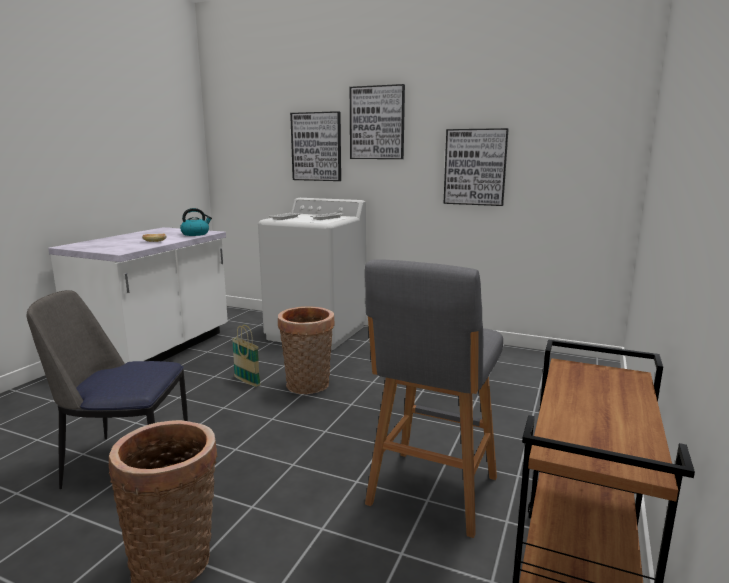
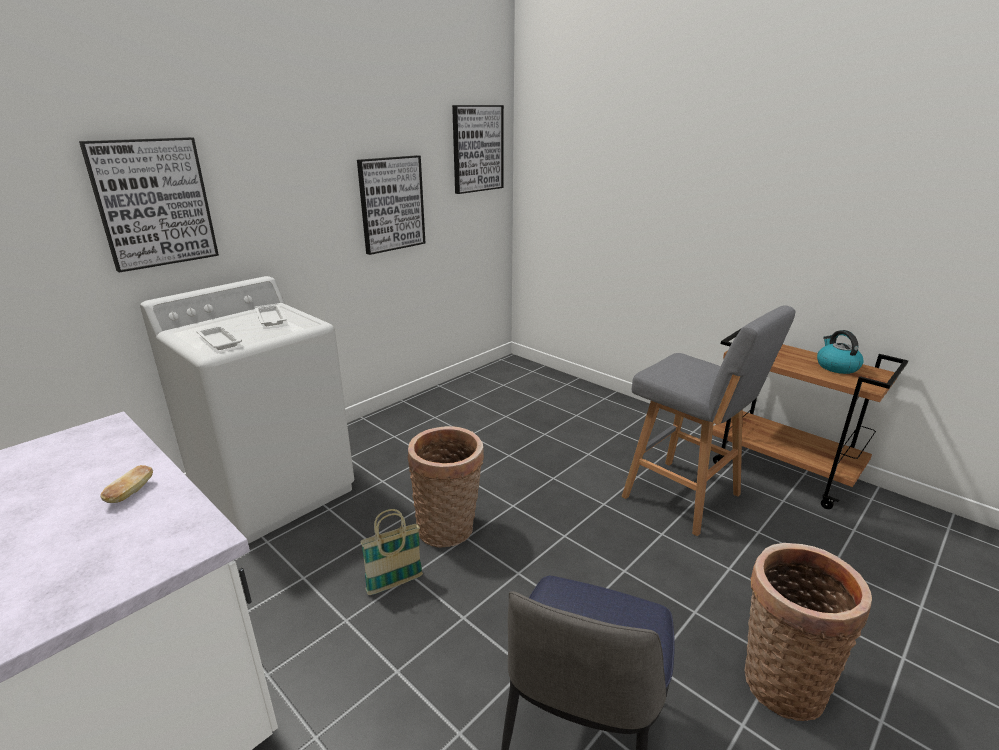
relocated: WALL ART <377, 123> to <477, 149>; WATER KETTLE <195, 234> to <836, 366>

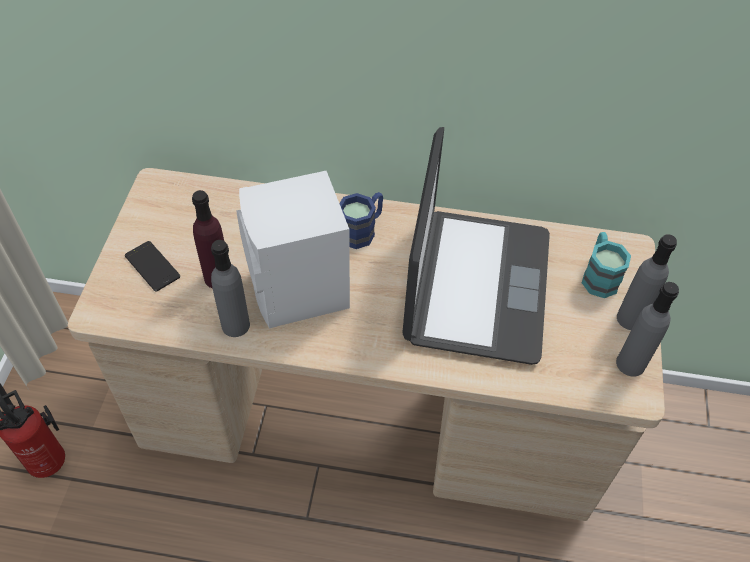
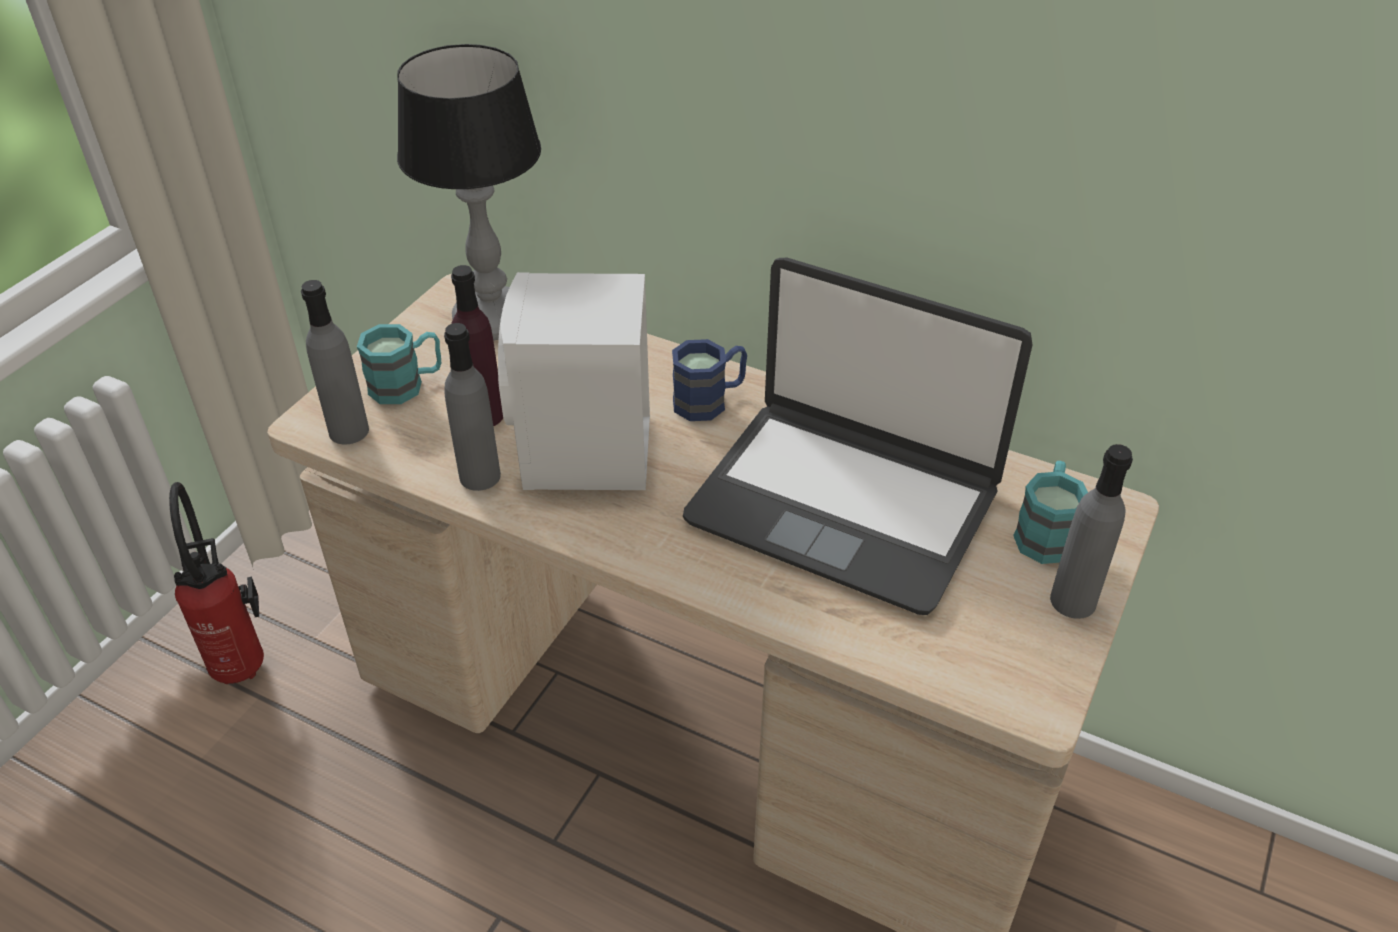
appeared: LAMP FOR A TABLE <491, 321>
relocated: GREY BEVERAGE BOTTLE <630, 364> to <349, 431>
exchanged: PHONE <152, 266> to TURQUOISE TEA MUG <407, 385>
spun: LAPTOP <475, 286> = <844, 504> 90 degrees clockwise

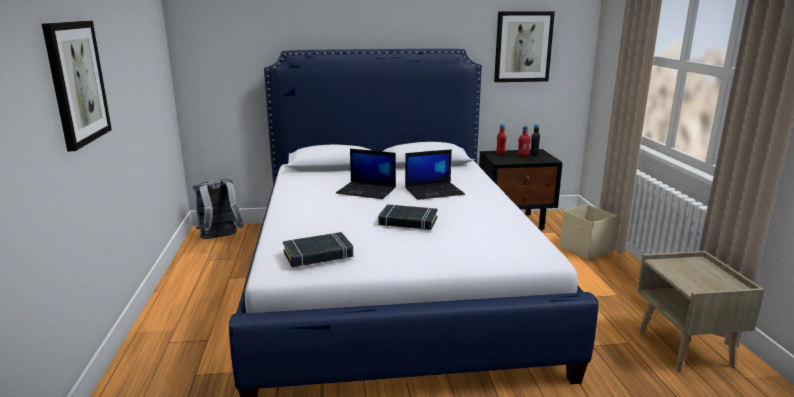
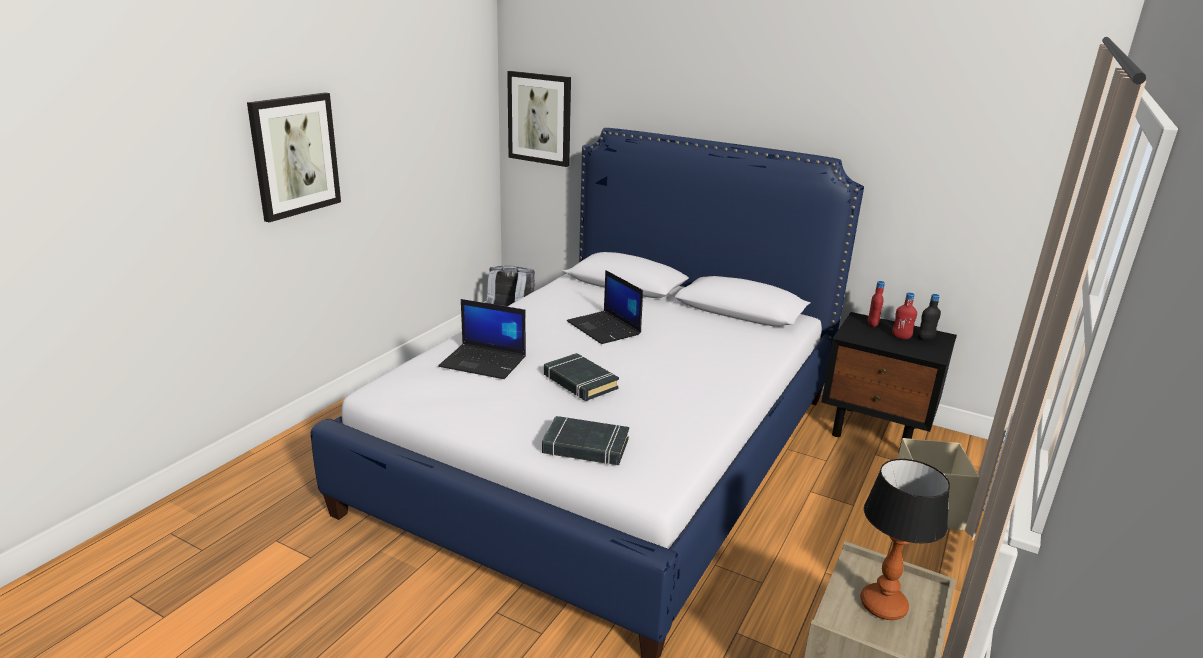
appeared: LAMP FOR A TABLE <883, 605>
relocated: WALL ART <523, 47> to <540, 118>; LAPTOP <434, 191> to <484, 362>; BLACK VOLUME <318, 255> to <585, 447>

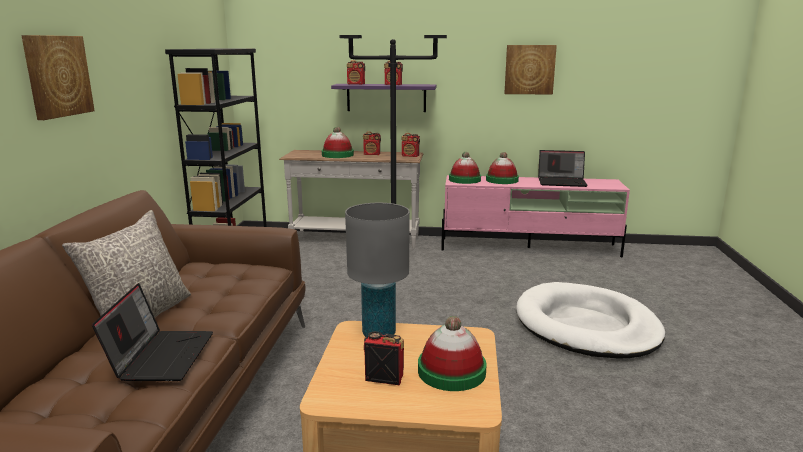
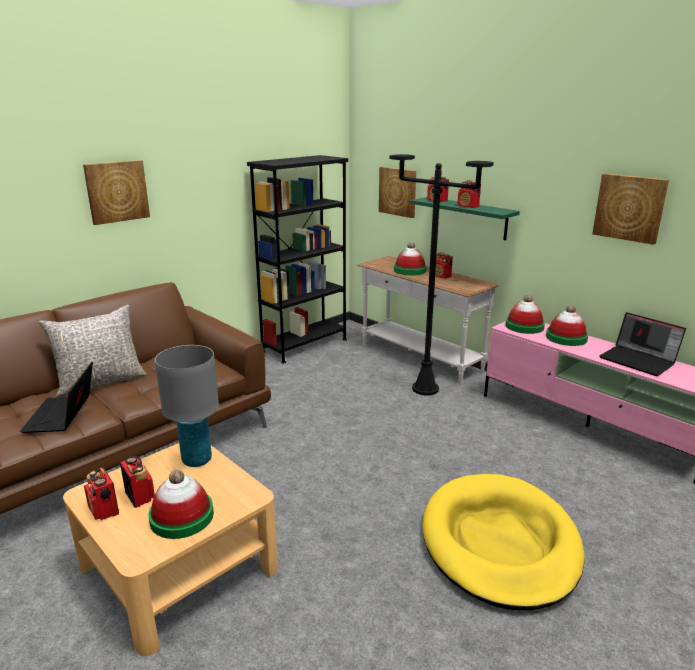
appeared: WALL ART <398, 191>
relocated: RADIO <410, 156> to <104, 511>
colour: PURPLISH SHELF <386, 97> to GREENISH SHELF <469, 218>; WHITISH PET BED <586, 326> to YELLOW PET BED <499, 543>
spun: LAPTOP <161, 355> = <62, 415> 135 degrees clockwise

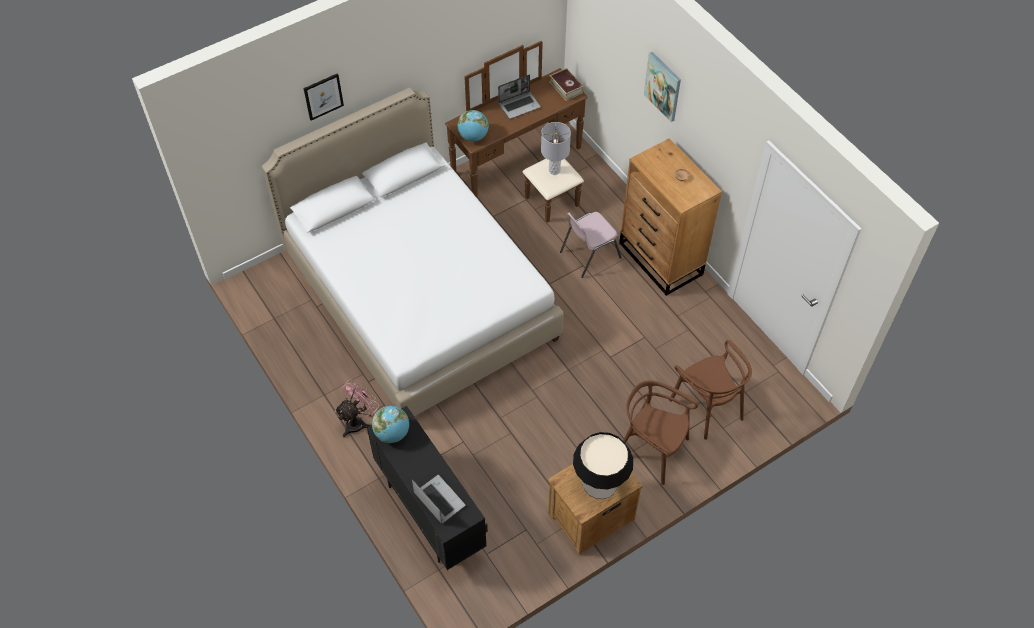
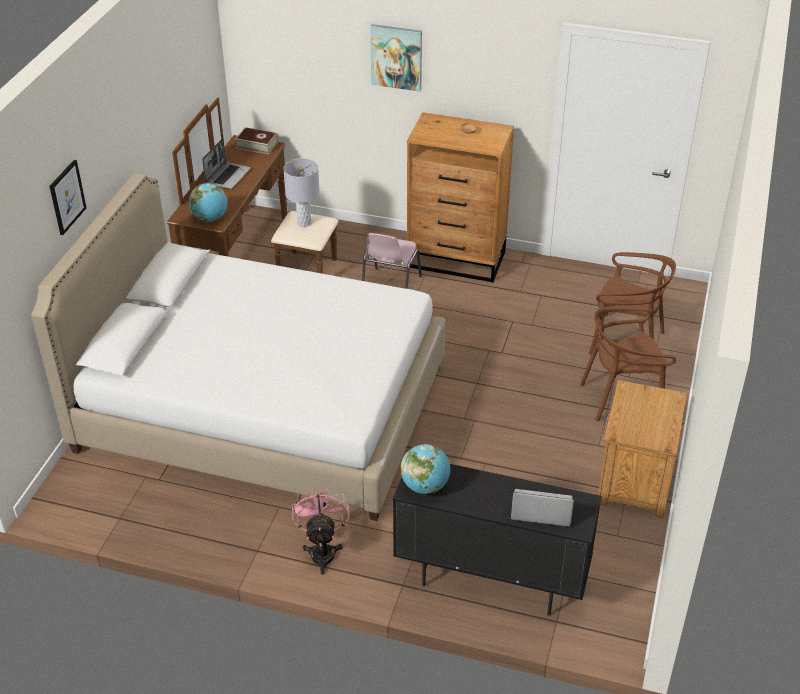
missing: LAMP FOR A TABLE <600, 482>

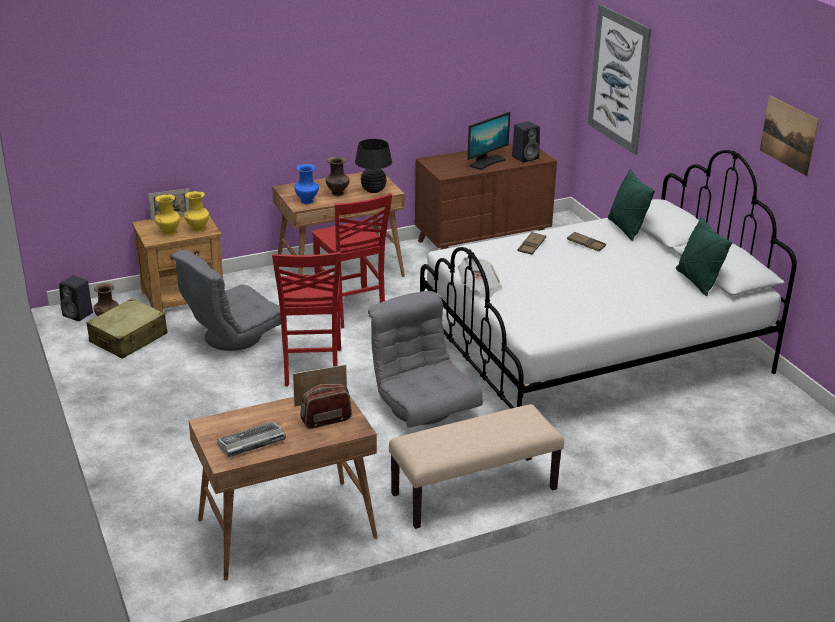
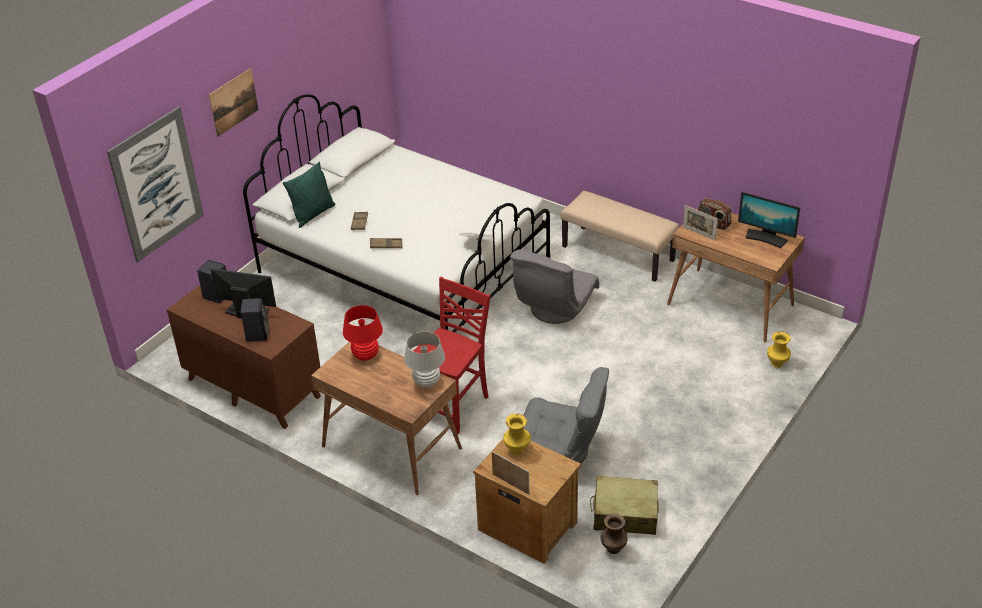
missing: BROWNISH FLOWER VASE <338, 194>; GREENISH PILLOW <697, 282>; RED UPRIGHT CHAIR <311, 368>
relocated: WALL ART <788, 135> to <233, 102>; YELLOW FLOWER VASE <168, 233> to <777, 363>; BLACK SPEAKER <79, 314> to <257, 333>
exchanged: BLUE FLOWER VASE <307, 201> to WHITISH LAMP FOR A TABLE <426, 382>; COMPUTER KEYBOARD <251, 443> to MONITOR <766, 238>
colour: BLACK LAMP FOR A TABLE <373, 190> to RED LAMP FOR A TABLE <365, 355>

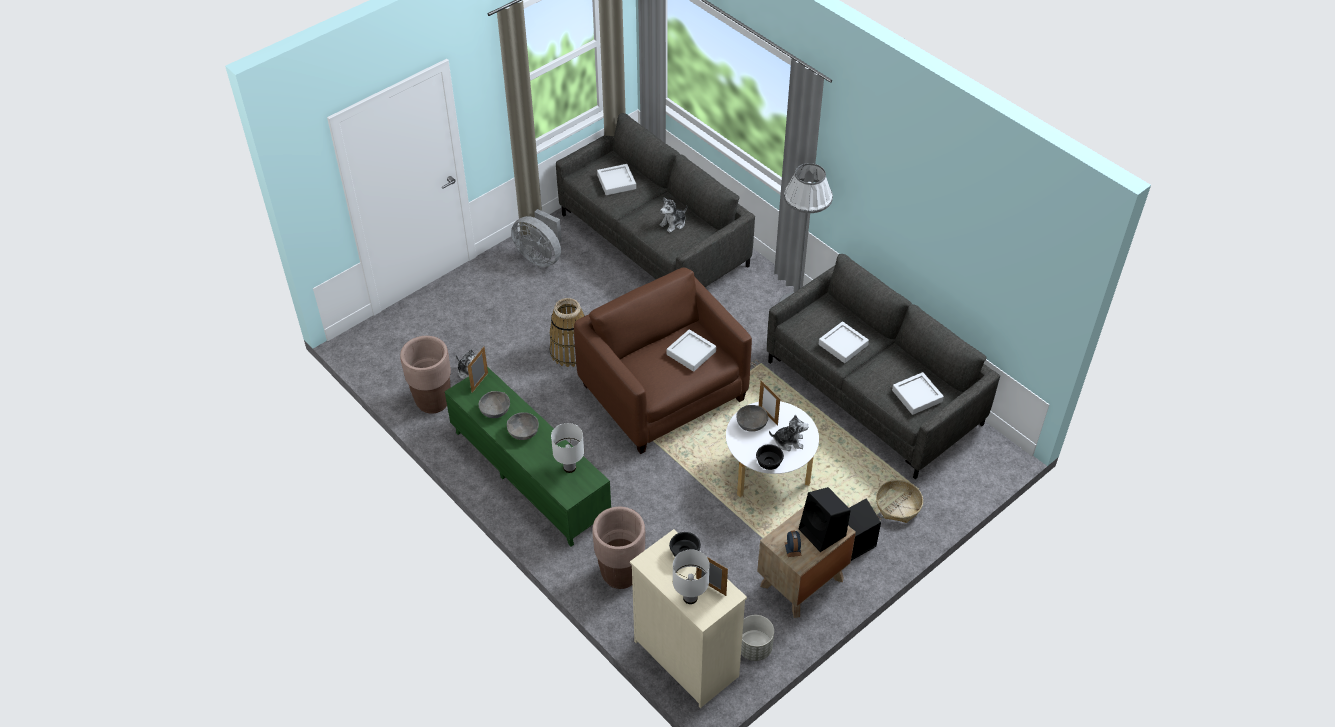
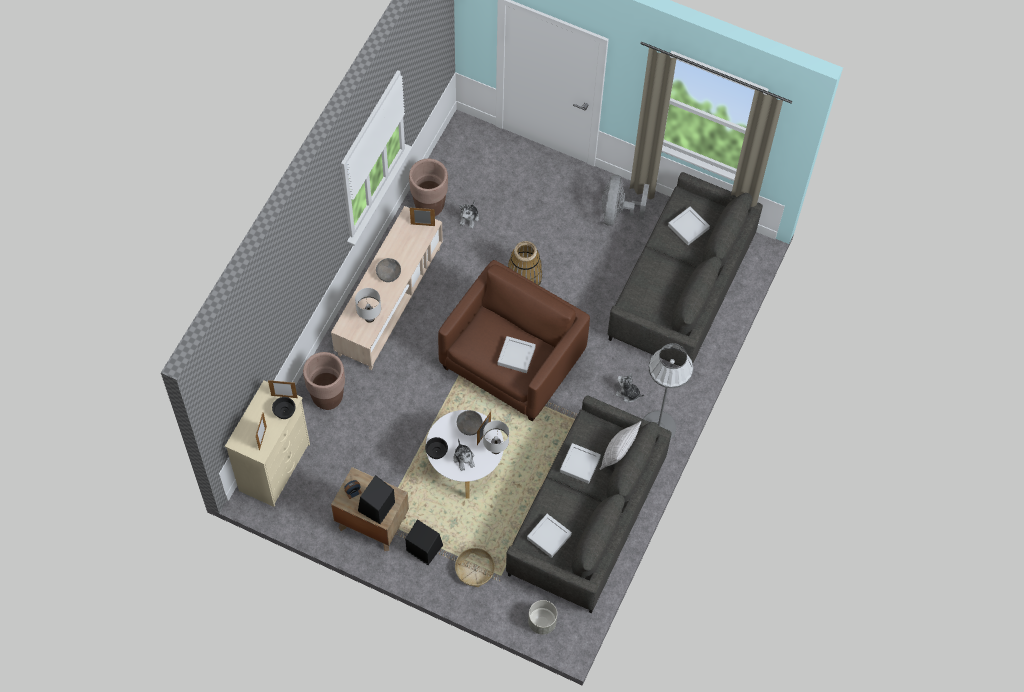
missing: GREY BOWL <495, 411>
appeared: PHOTO FRAME <284, 396>; PILLOW <618, 454>
relocated: PLUSH TOY <673, 223> to <628, 393>; WHITISH LAMP FOR A TABLE <690, 598> to <495, 449>; GREY FLOWER POT <754, 648> to <541, 622>
colour: GREENISH MEDIA CONSOLE <529, 475> to BEIGE-COLOURED MEDIA CONSOLE <389, 301>

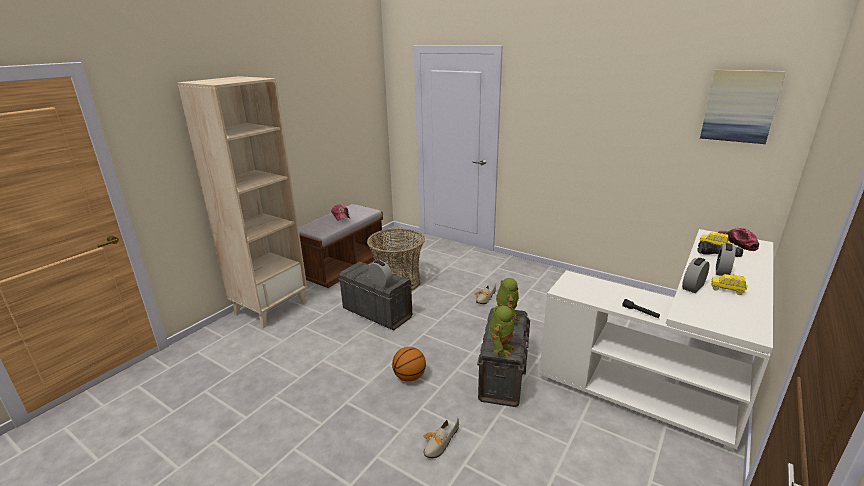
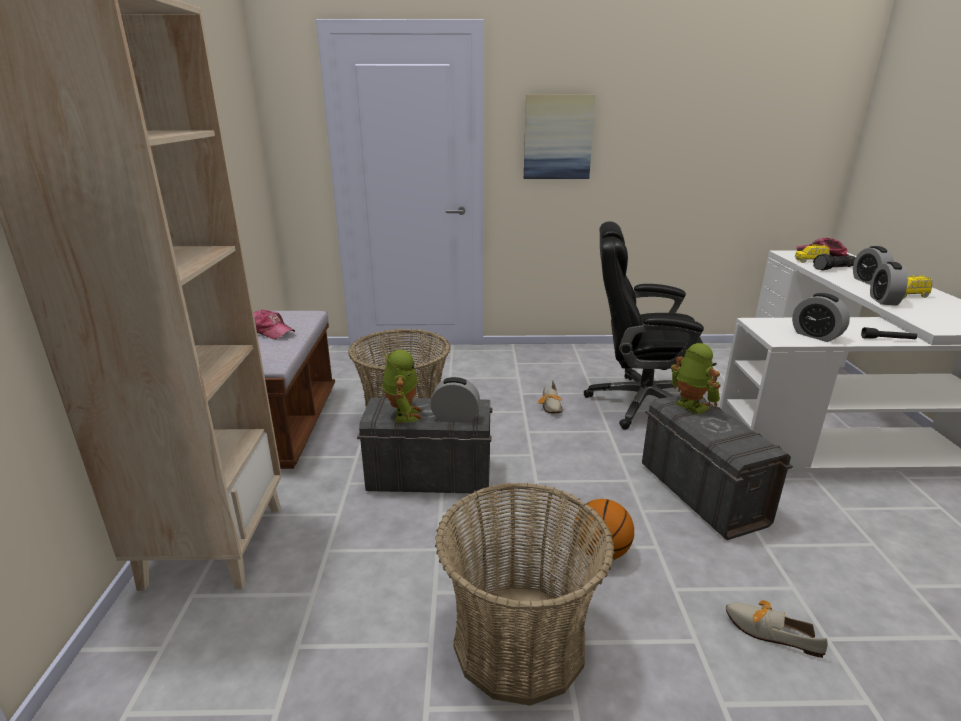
appeared: BLACK OFFICE CHAIR <639, 403>; TABLE CLOCK <815, 335>; HOUSEHOLD BASKET <519, 642>
relocated: WALL ART <740, 106> to <558, 137>; TOY ROBOT <501, 348> to <403, 414>
spun: LOW SHOE <438, 444> = <765, 630> 120 degrees clockwise

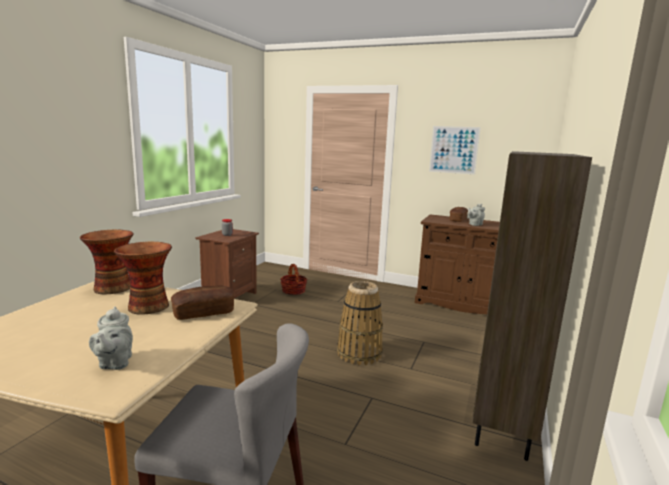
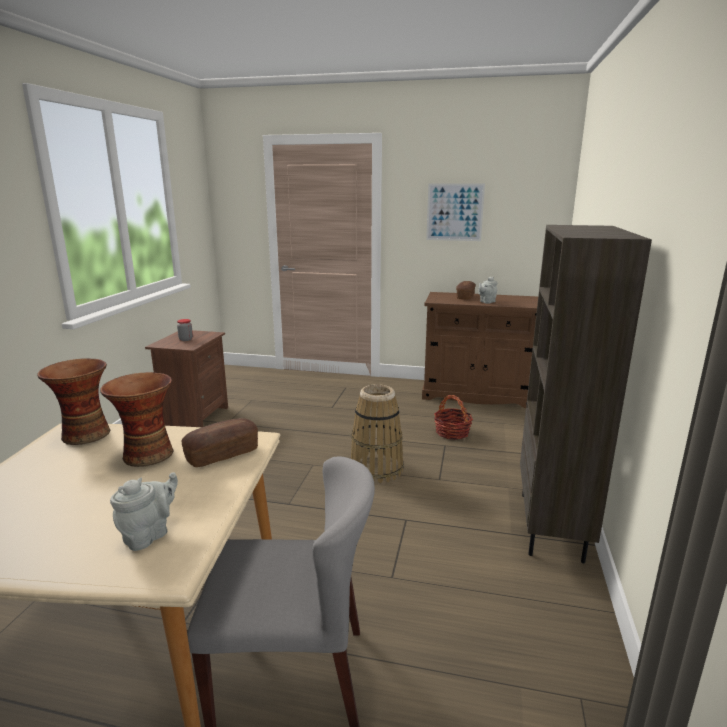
relocated: HOUSEHOLD BASKET <293, 291> to <452, 432>
spun: GREY TEAPOT <115, 363> = <149, 535> 120 degrees counterclockwise

